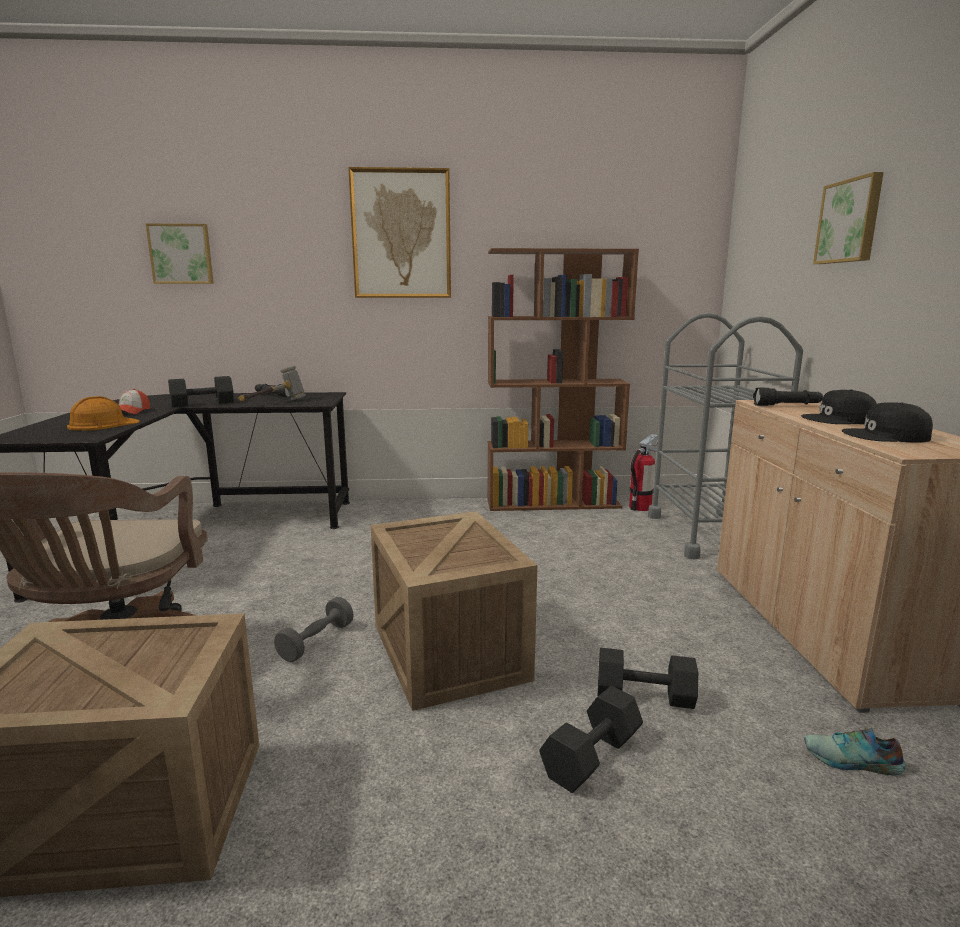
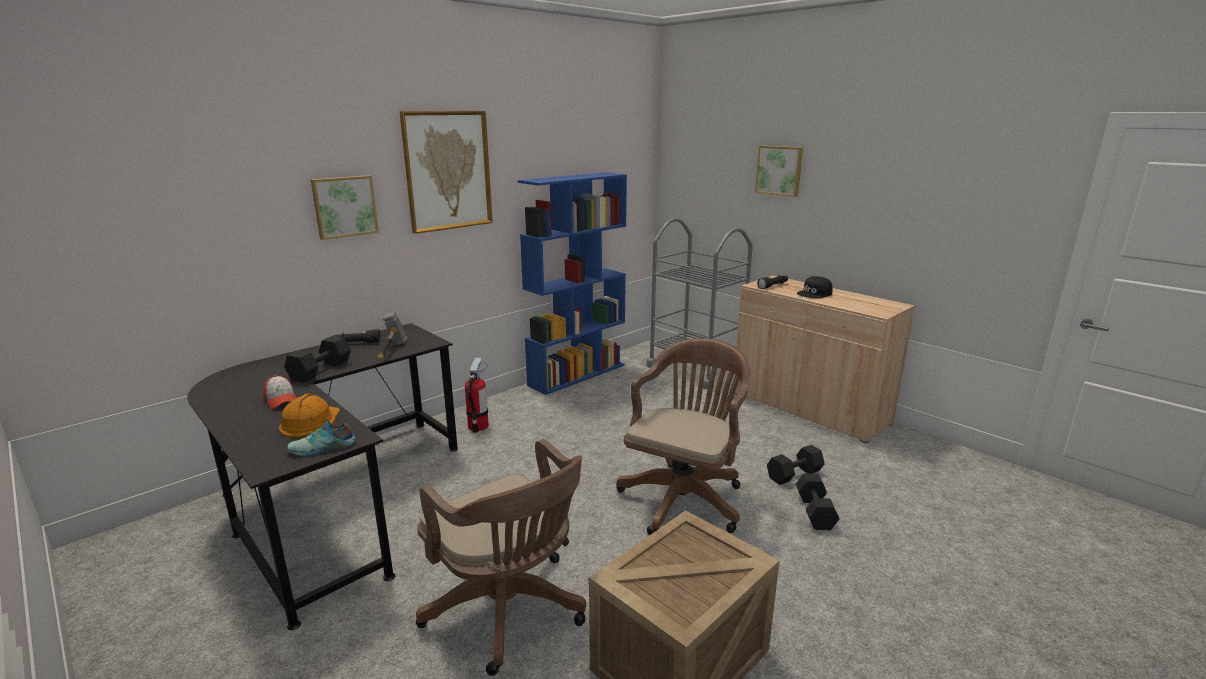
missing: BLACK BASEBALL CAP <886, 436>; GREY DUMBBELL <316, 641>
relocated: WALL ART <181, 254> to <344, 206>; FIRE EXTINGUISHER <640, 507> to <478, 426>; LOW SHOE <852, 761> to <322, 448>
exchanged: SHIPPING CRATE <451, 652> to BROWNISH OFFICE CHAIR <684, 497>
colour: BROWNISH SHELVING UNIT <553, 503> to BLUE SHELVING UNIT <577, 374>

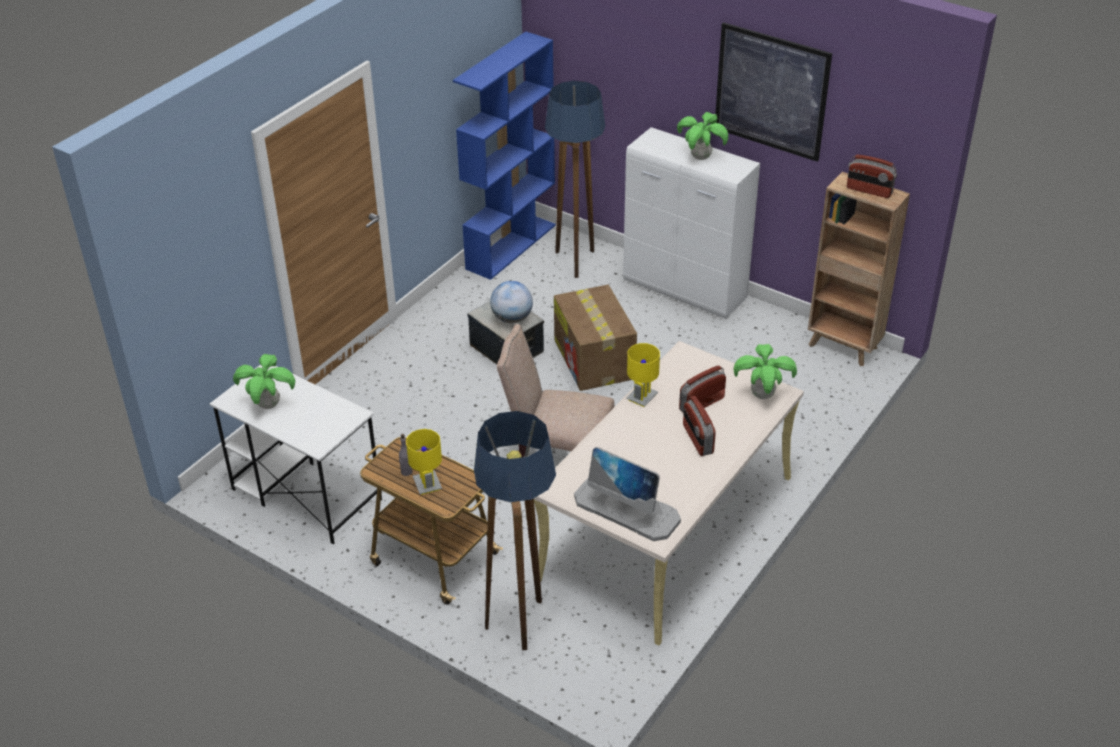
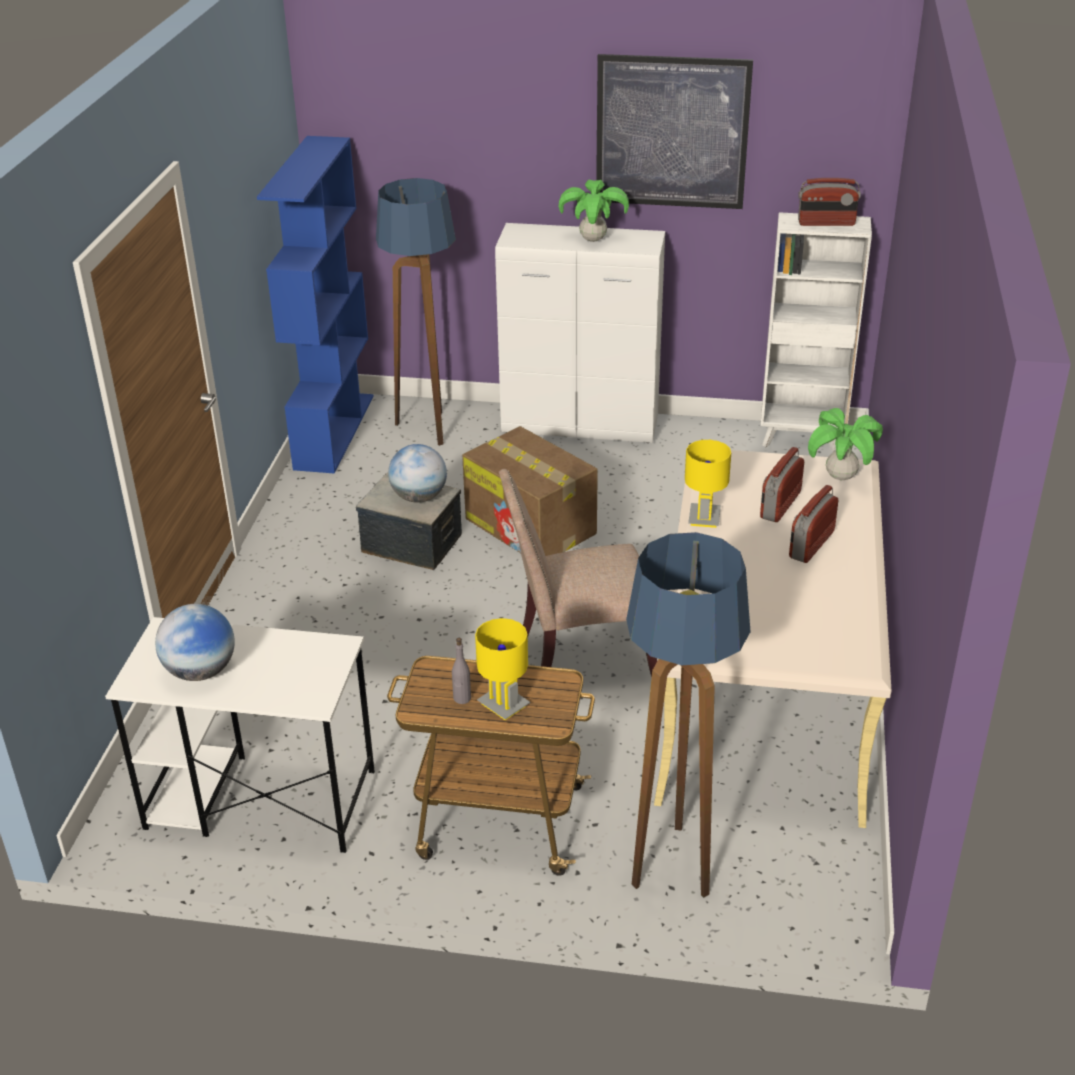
missing: MONITOR <627, 509>
exchanged: HOUSEPLANT <268, 405> to GLOBE <200, 671>
colour: BROWNISH SHELVING UNIT <844, 347> to WHITISH SHELVING UNIT <802, 438>
spun: RADIO <697, 439> = <811, 544> 75 degrees clockwise

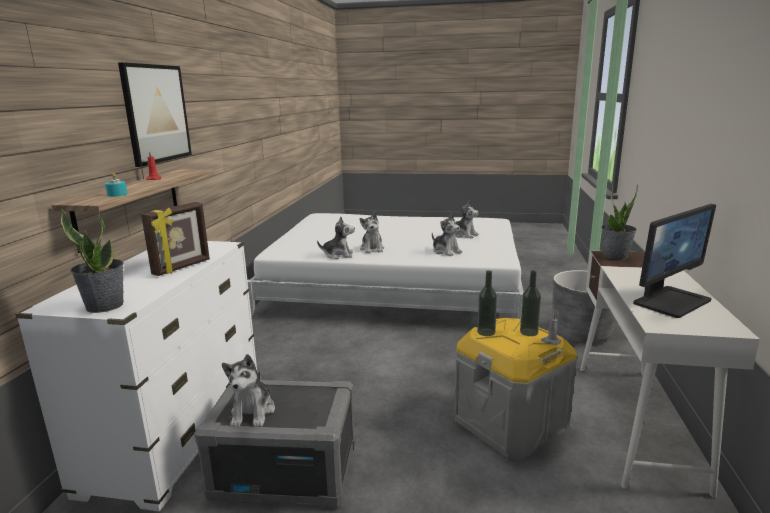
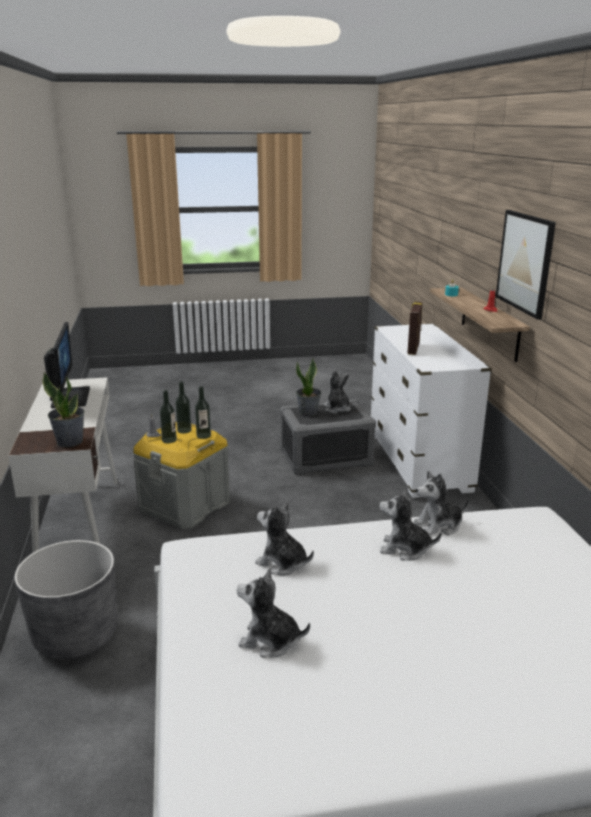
appeared: BEVERAGE BOTTLE <184, 430>
relocated: HOUSEPLANT <105, 305> to <308, 413>
spun: MONITOR <670, 301> = <69, 397> 135 degrees clockwise; PLUSH TOY <372, 249> = <405, 549> 45 degrees counterclockwise

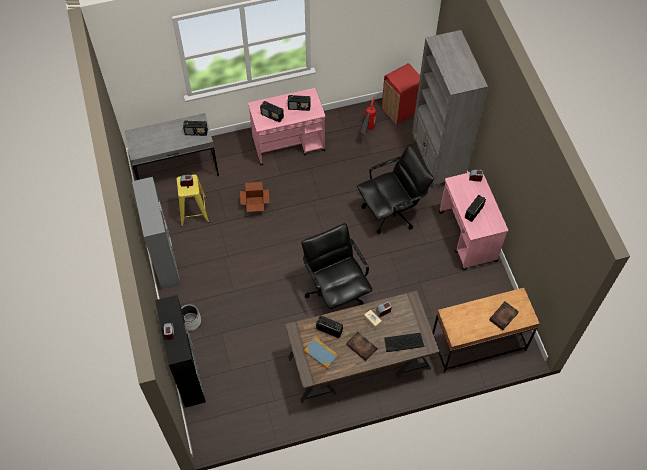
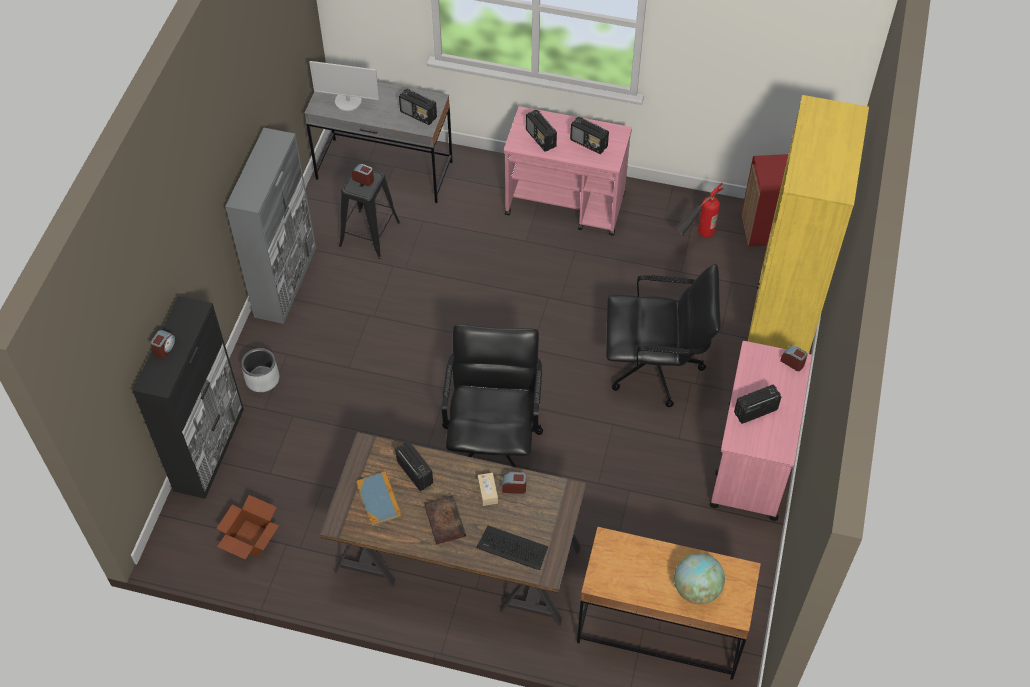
appeared: MONITOR <348, 101>
relocated: CARDBOARD BOX <255, 204> to <250, 539>
exchanged: VOLUME <503, 316> to GLOBE <696, 589>
colour: GREY SHELVING UNIT <437, 159> to YELLOW SHELVING UNIT <779, 326>; YELLOW SITTING STOOL <193, 211> to BLACK SITTING STOOL <369, 234>

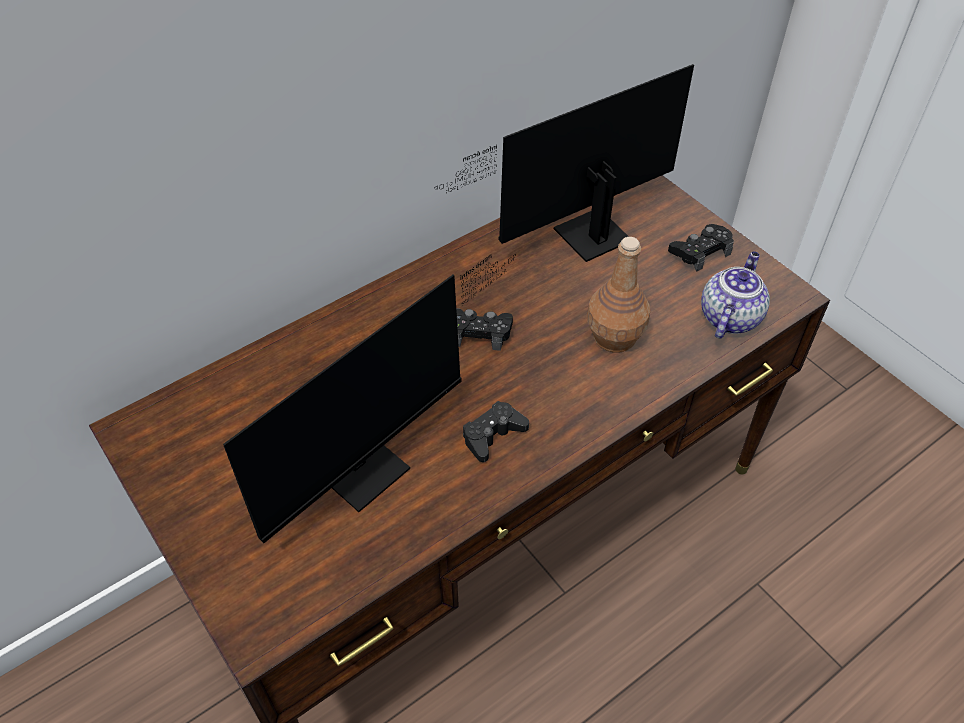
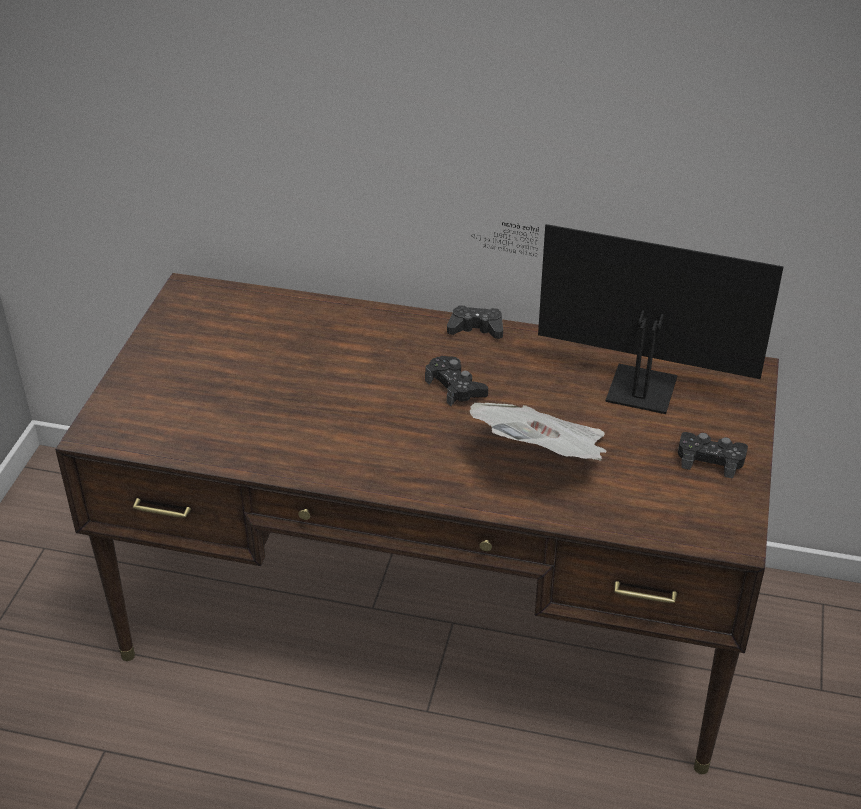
missing: TEAPOT <729, 316>; MONITOR <373, 463>
relocated: BLACK GAME CONTROLLER <493, 435> to <476, 328>
exchanged: BROWNISH BEVERAGE BOTTLE <614, 336> to NEWSPAPER <543, 458>

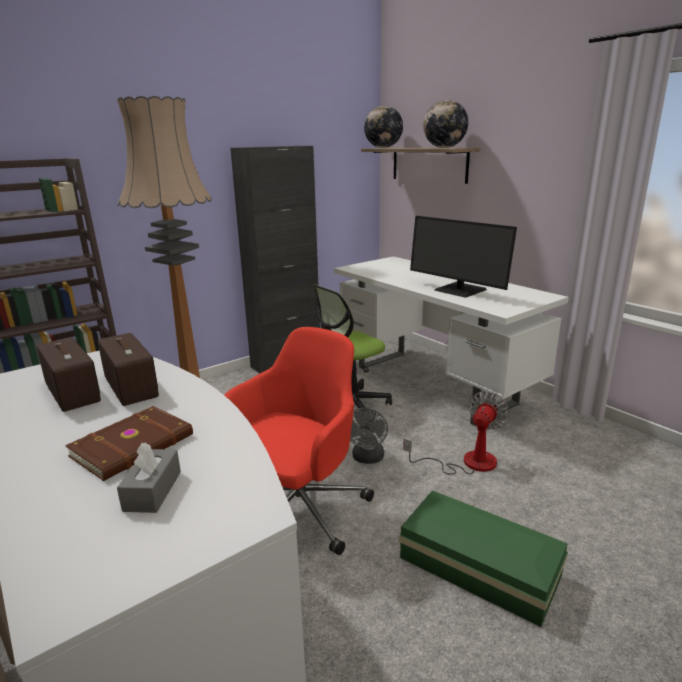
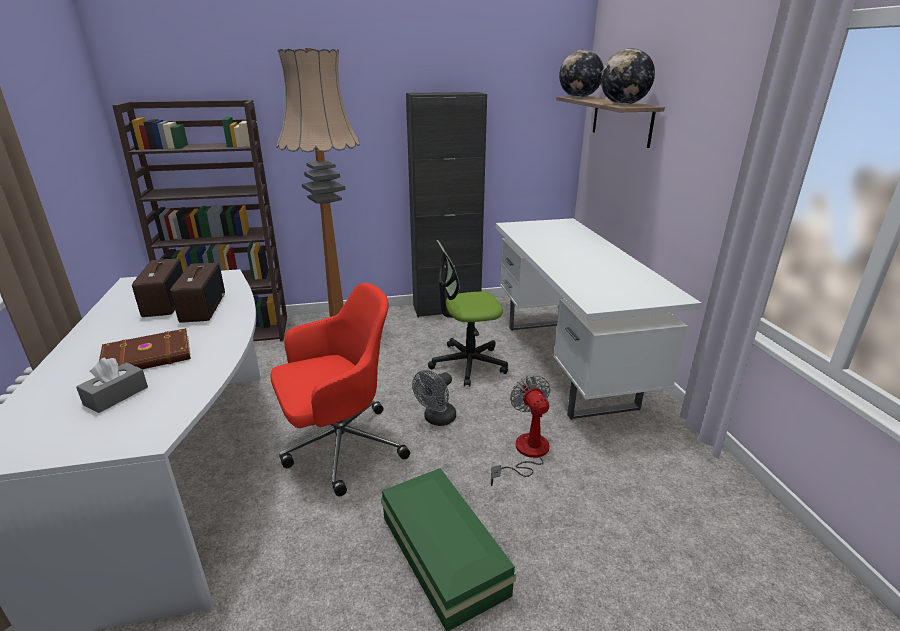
missing: MONITOR <459, 290>
spun: COOLING FAN <467, 462> = <525, 453> 75 degrees counterclockwise

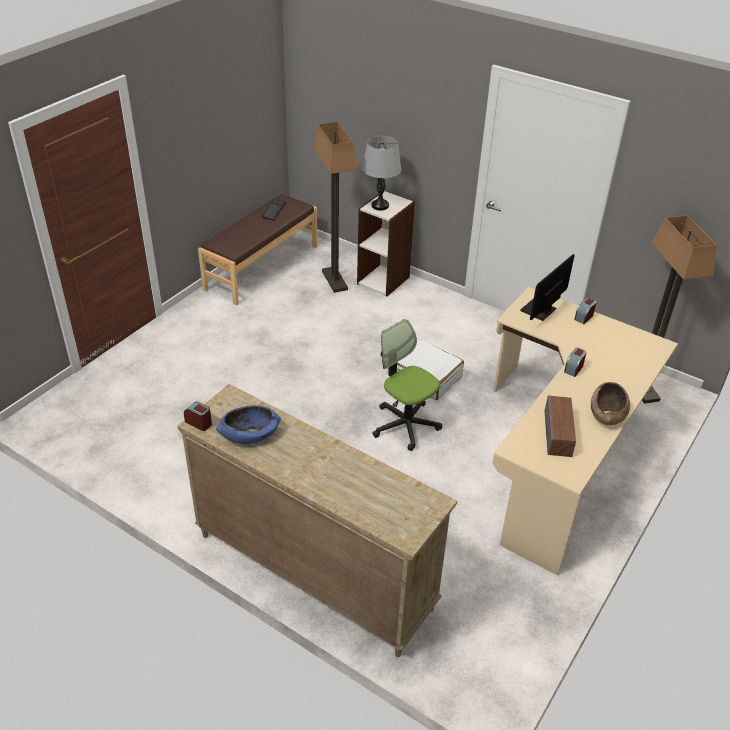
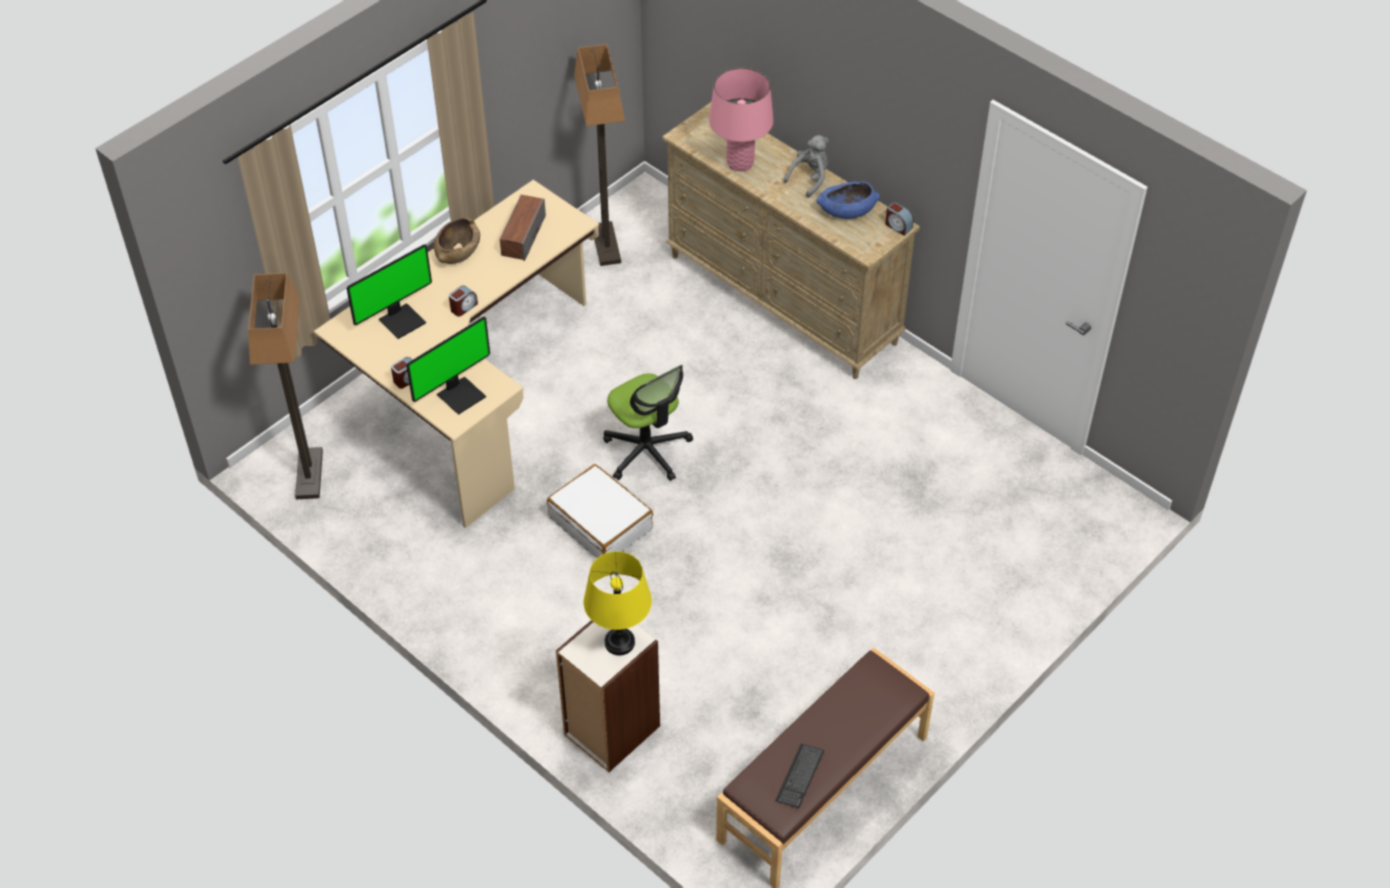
appeared: PINK-COLOURED LAMP FOR A TABLE <740, 163>; GREY PLUSH TOY <810, 179>; MONITOR <401, 320>
relocated: FLOOR LAMP <335, 280> to <605, 245>
colour: GREY LAMP FOR A TABLE <380, 206> to YELLOW LAMP FOR A TABLE <619, 642>

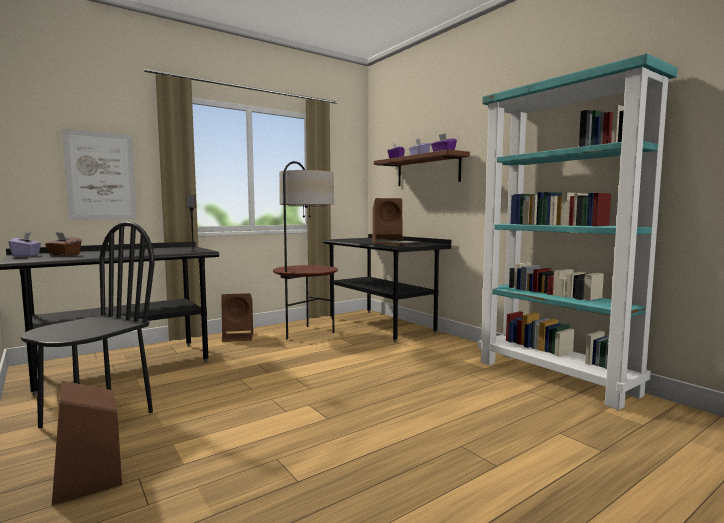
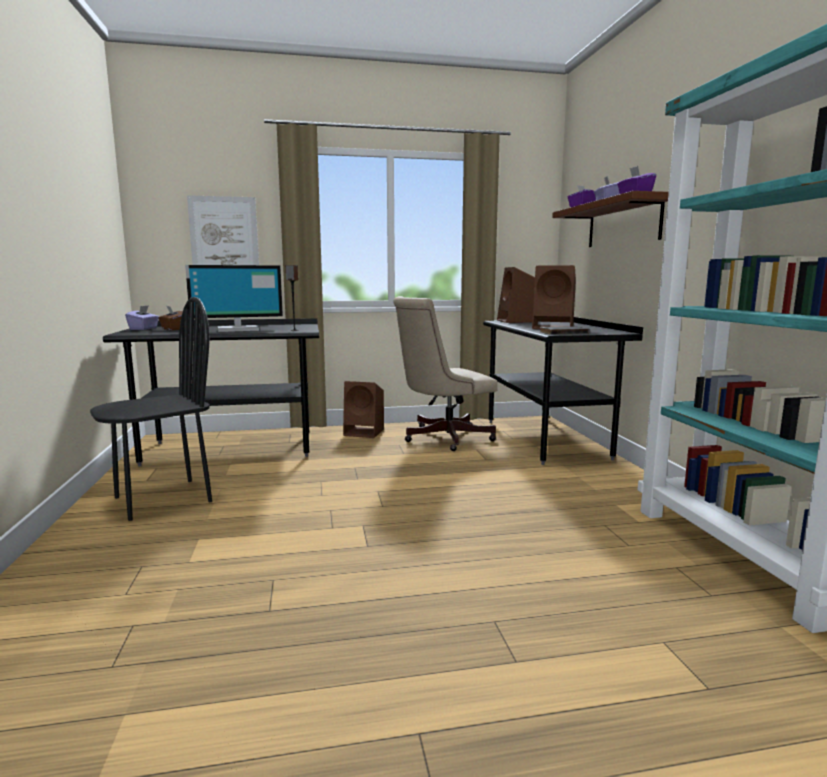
appeared: MONITOR <238, 329>
relocated: BROWNISH SPEAKER <88, 480> to <517, 321>
exchanged: FLOOR LAMP <306, 333> to BEIGE-COLOURED OFFICE CHAIR <442, 438>

